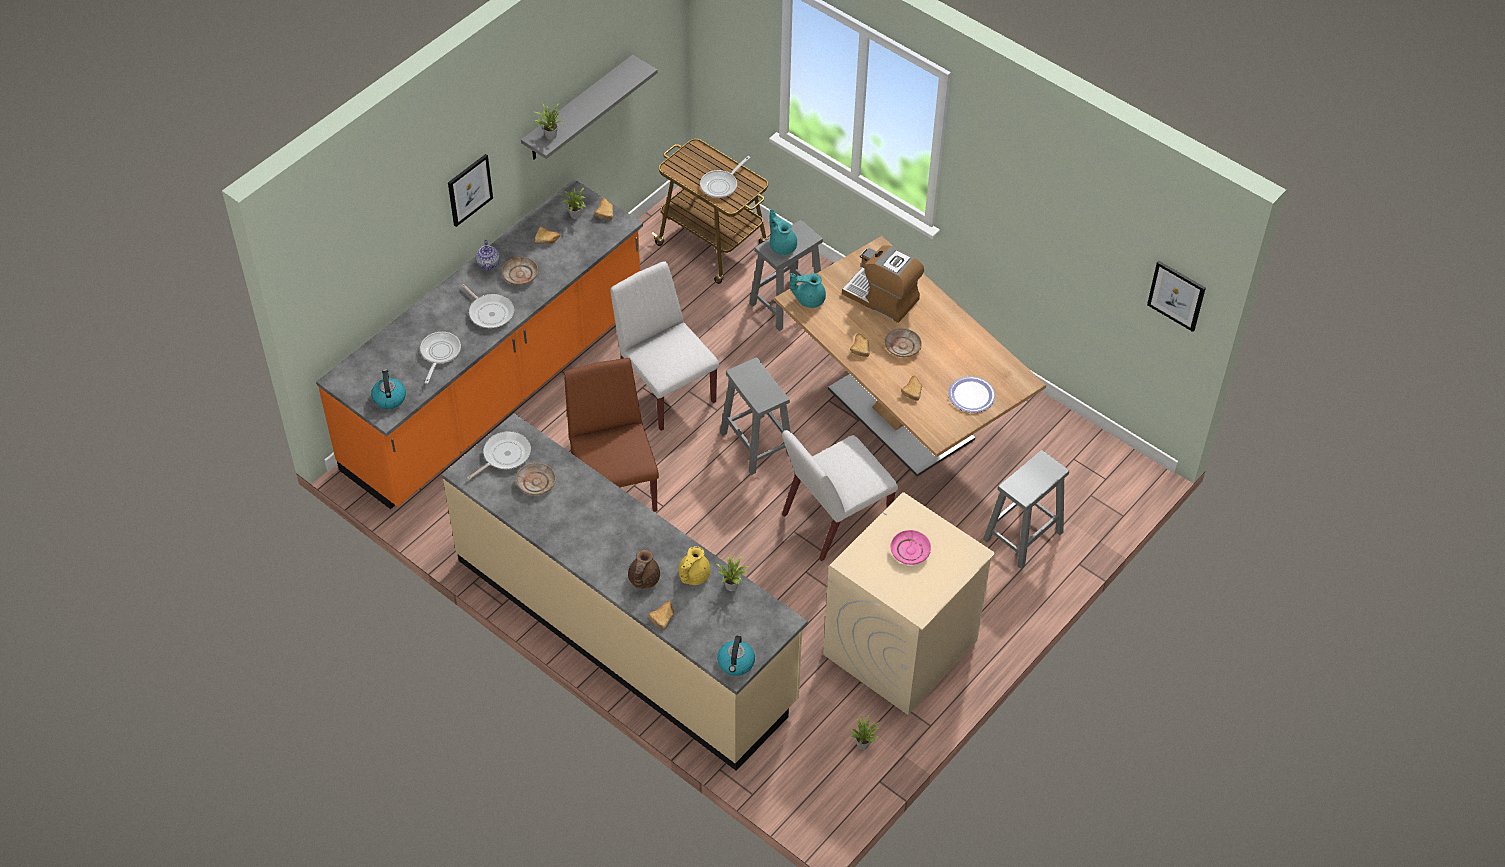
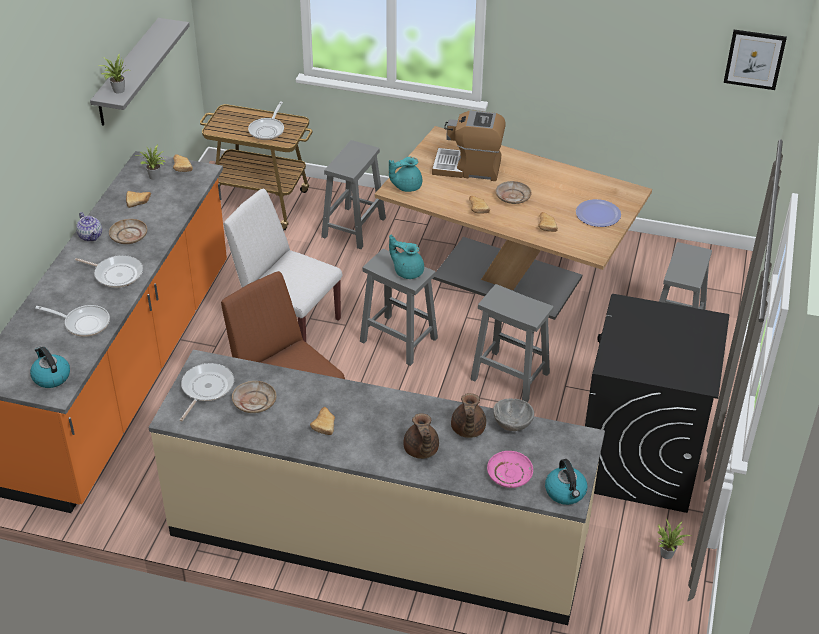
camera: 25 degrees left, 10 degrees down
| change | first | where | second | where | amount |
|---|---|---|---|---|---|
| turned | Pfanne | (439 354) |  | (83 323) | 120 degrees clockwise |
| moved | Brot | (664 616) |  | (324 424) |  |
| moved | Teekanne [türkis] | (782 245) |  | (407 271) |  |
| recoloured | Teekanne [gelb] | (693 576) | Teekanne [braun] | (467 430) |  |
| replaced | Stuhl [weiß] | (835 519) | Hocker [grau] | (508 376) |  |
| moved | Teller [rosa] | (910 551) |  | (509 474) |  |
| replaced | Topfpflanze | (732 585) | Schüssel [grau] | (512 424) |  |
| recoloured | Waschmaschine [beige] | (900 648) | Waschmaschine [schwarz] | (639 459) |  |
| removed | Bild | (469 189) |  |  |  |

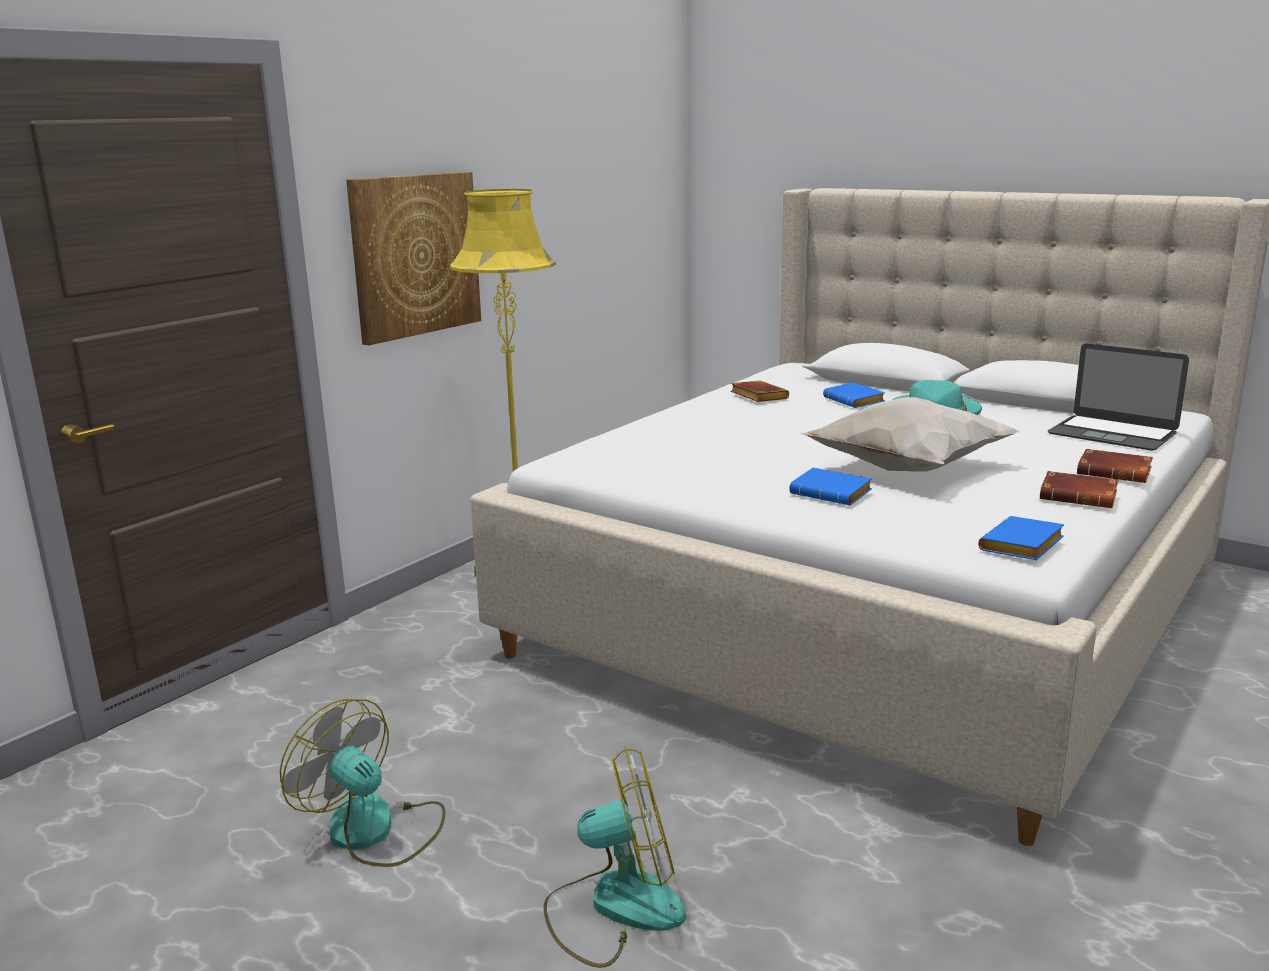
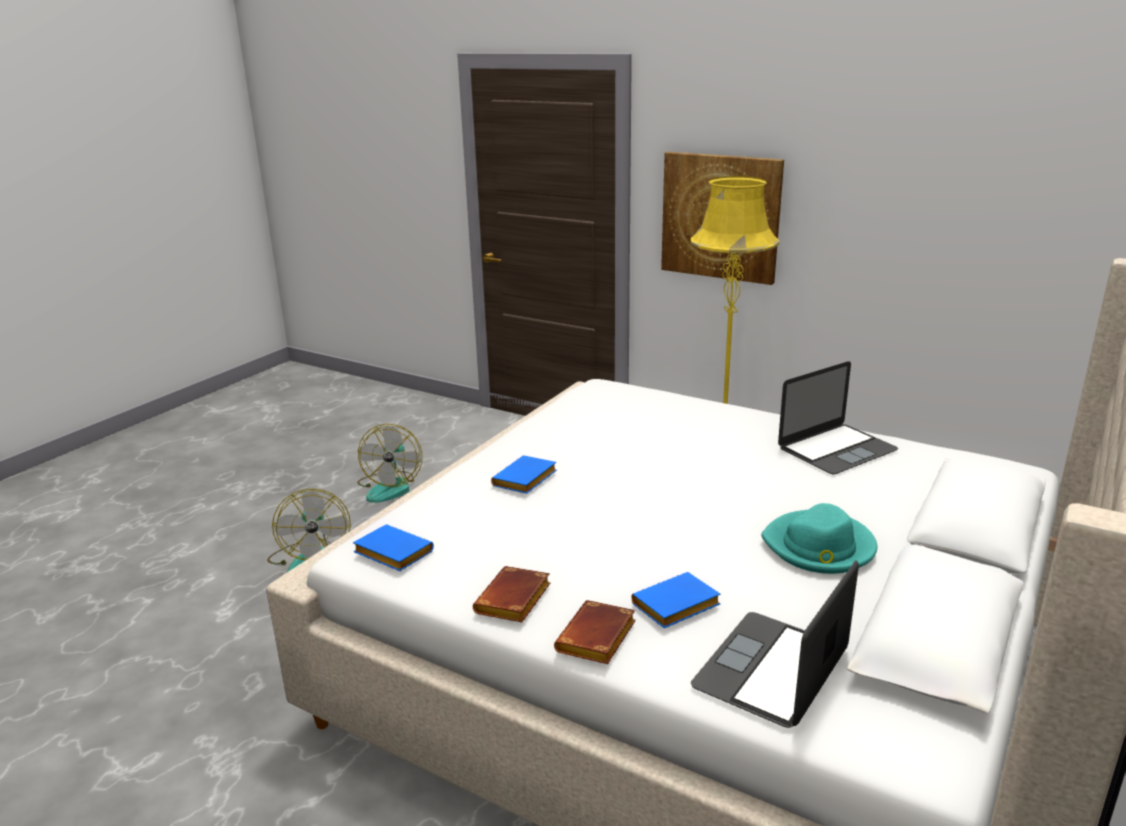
camera: 85 degrees right, 5 degrees up
| change | first | where | second | where | amount |
|---|---|---|---|---|---|
| turned | Ventilator | (374 831) |  | (391 487) | 150 degrees clockwise |
| moved | Buch [blau] | (856 401) |  | (675 608) |  |
| replaced | Buch [braun] | (757 396) | Laptop | (837 449) |  |
| removed | Kissen [weiß] | (905 469) |  |  |  |

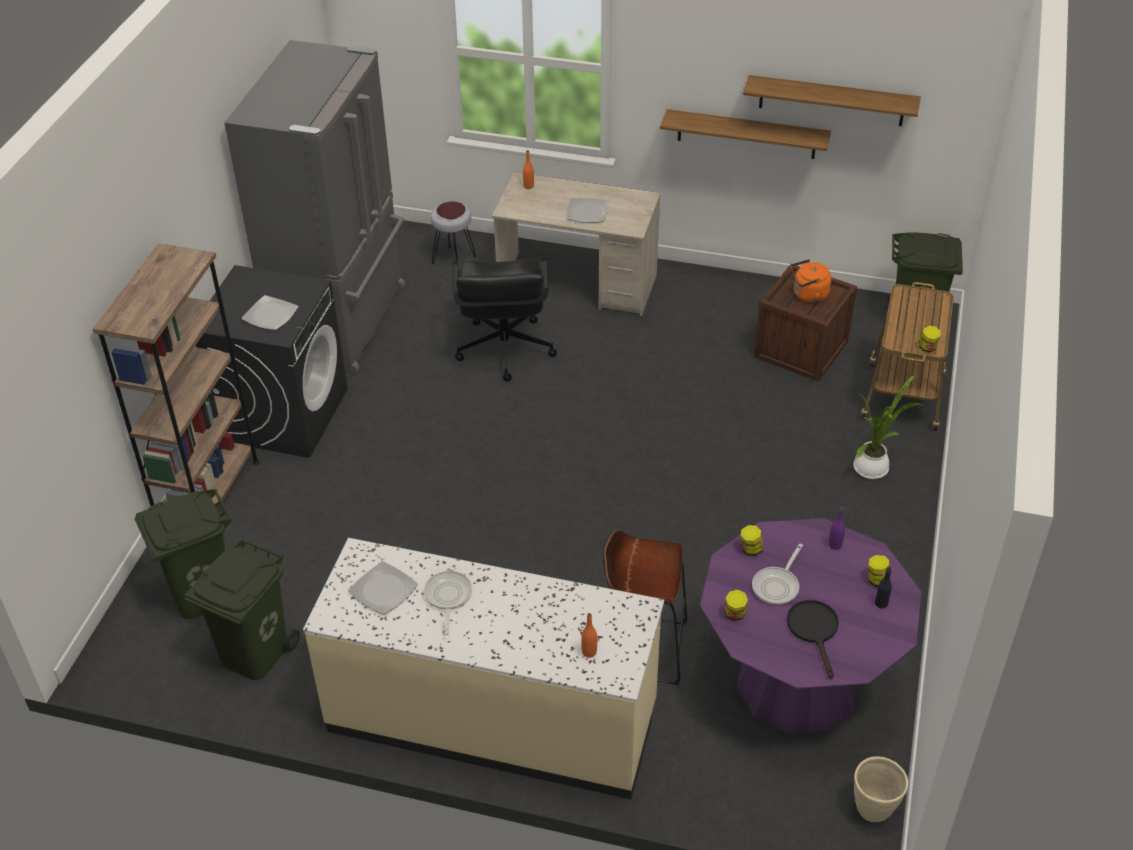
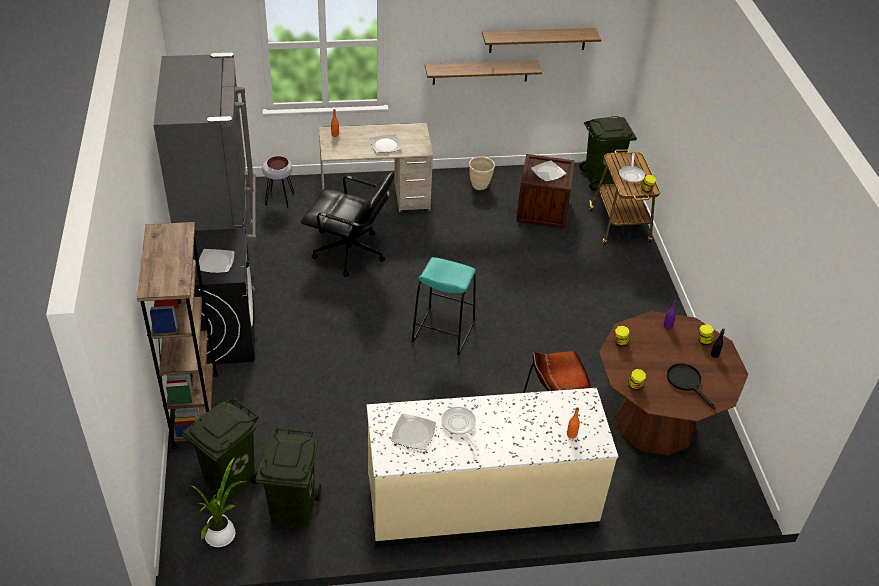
camera: 25 degrees left, 0 degrees up
| change | first | where | second | where | amount |
|---|---|---|---|---|---|
| moved | Topfpflanze | (873 467) |  | (222 534) |  |
| turned | Bürostuhl [schwarz] | (504 349) |  | (350 253) | 45 degrees counterclockwise |
| added |  |  | Hocker [türkis] | (443 332) |  |
| moved | Pflanzkübel [beige] | (873 809) |  | (480 186) |  |
| replaced | Wasserkessel [orange] | (808 295) | Teller | (547 172) |  |
| recoloured | Esstisch [lila] | (797 683) | Esstisch [braun] | (655 422) |  |
| moved | Pfanne | (777 586) |  | (631 175) |  |

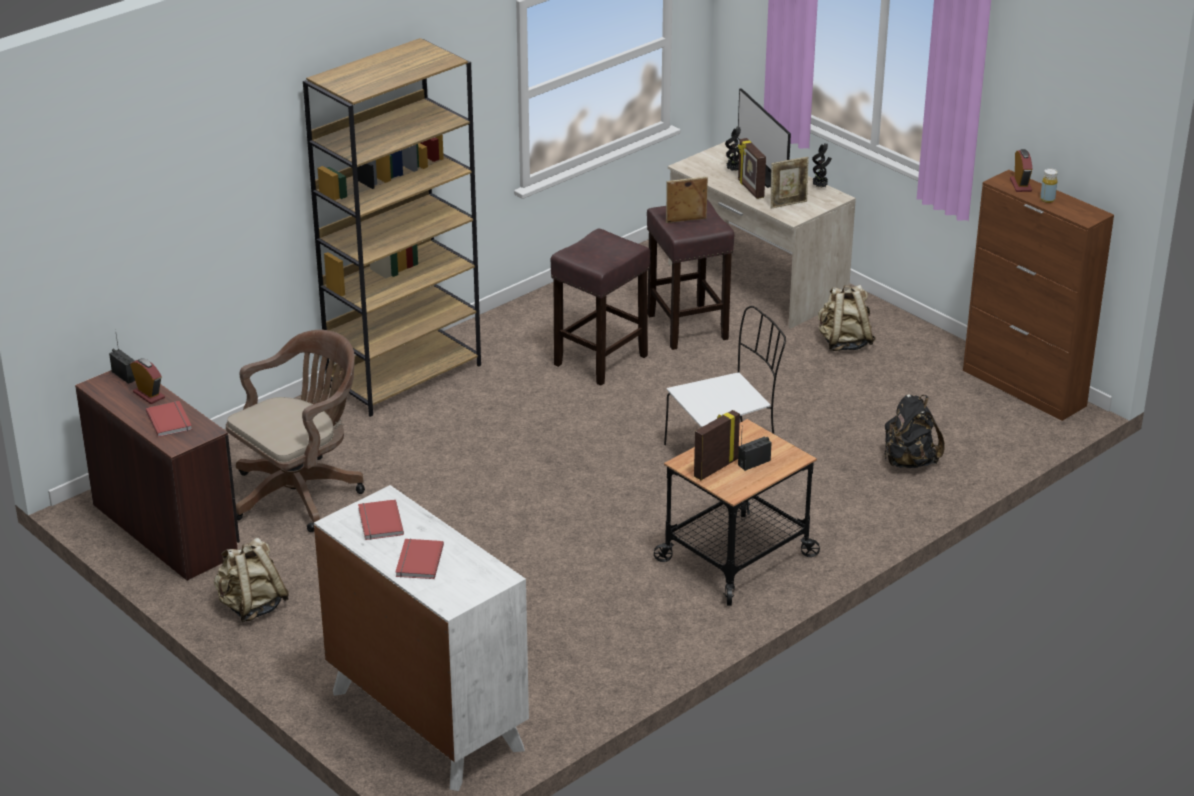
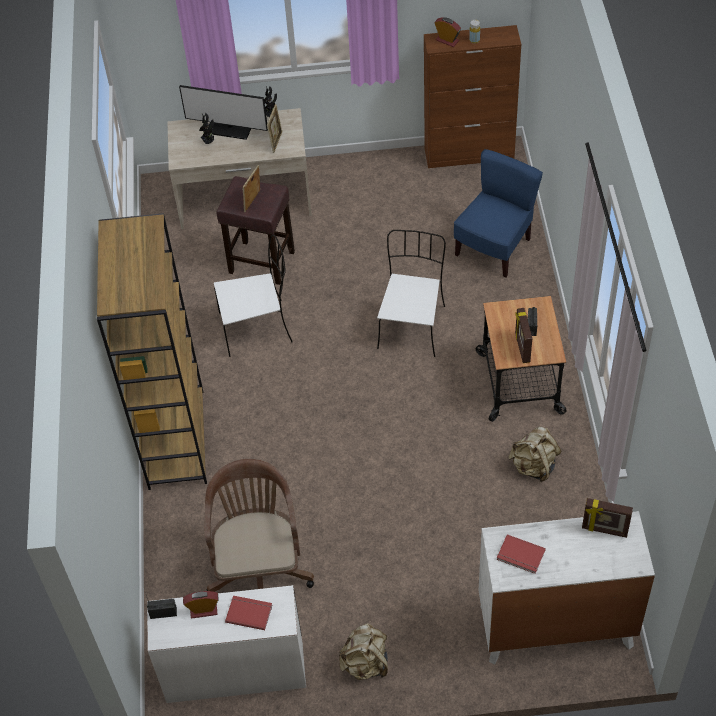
camera: 50 degrees left, 20 degrees up
| change | first | where | second | where | amount |
|---|---|---|---|---|---|
| recoloured | Schreibtisch [braun] | (167 528) | Schreibtisch [weiß] | (234 670) |  |
| replaced | Hocker [braun] | (600 361) | Stuhl [weiß] | (257 327) |  |
| replaced | Rucksack [schwarz] | (909 461) | Stuhl [blau] | (494 248) |  |
| moved | Rucksack [beige] | (844 343) |  | (534 466) |  |
| moved | Bilderrahmen | (750 189) |  | (604 530) |  |
| removed | Buch [rot] | (417 561) |  |  |  |

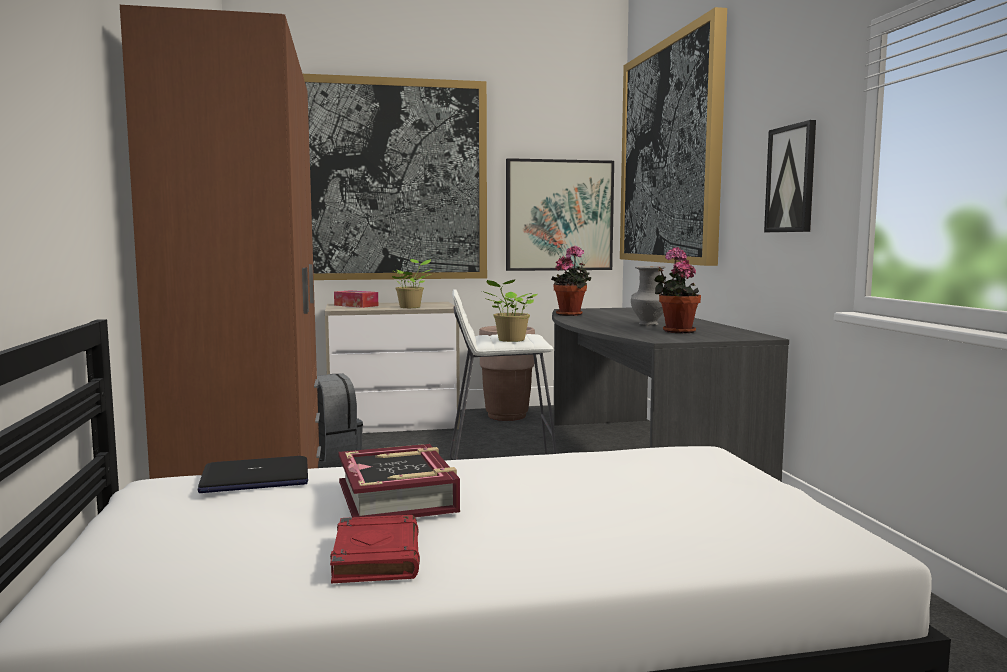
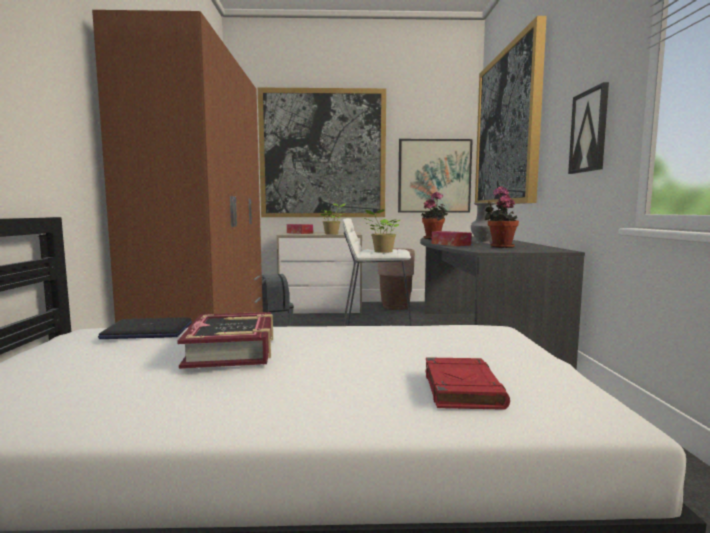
camera: 10 degrees right, 0 degrees up
| change | first | where | second | where | amount |
|---|---|---|---|---|---|
| moved | Buch [rot] | (376 556) |  | (461 388) |  |
| added |  |  | Taschentuchbox | (450 244) |  |

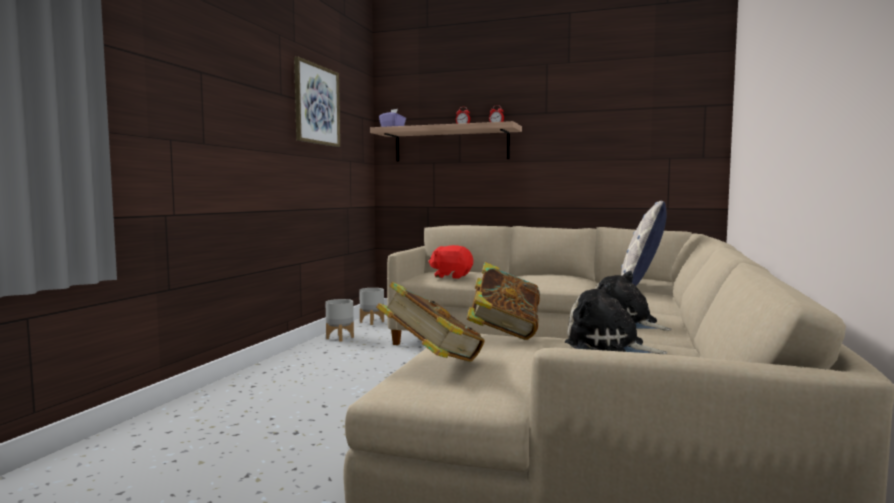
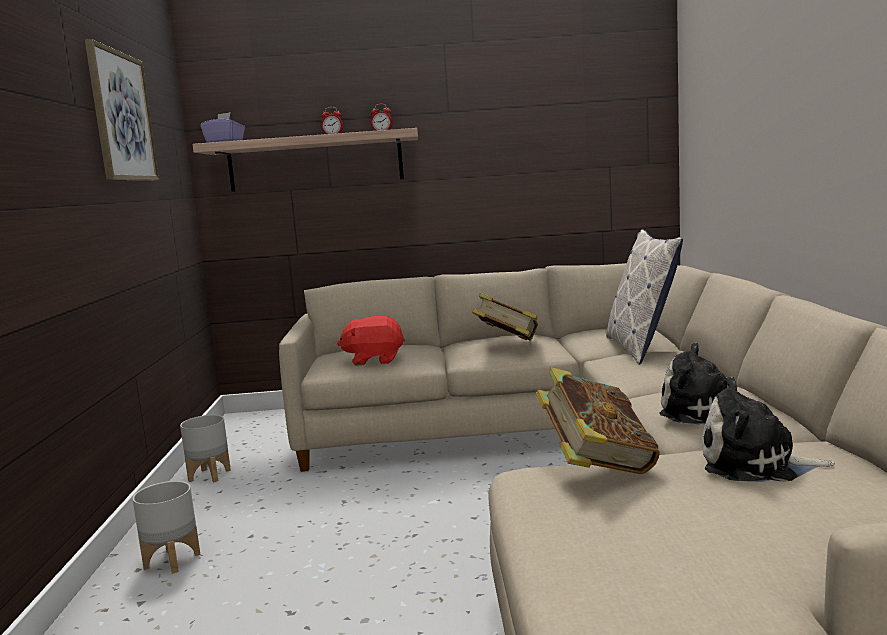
camera: 20 degrees left, 5 degrees up
| change | first | where | second | where | amount |
|---|---|---|---|---|---|
| moved | Pflanzkübel [grau] | (372 322) |  | (173 561) |  |
| moved | Buch | (431 362) |  | (507 344) |  |

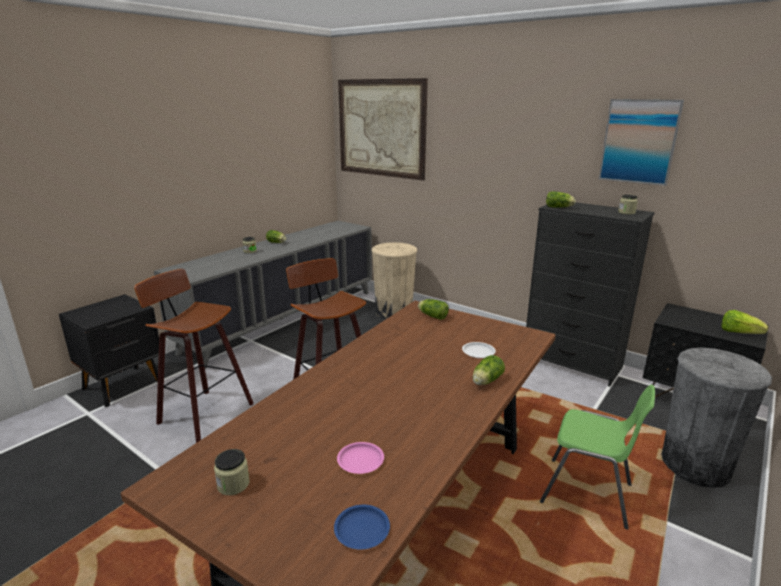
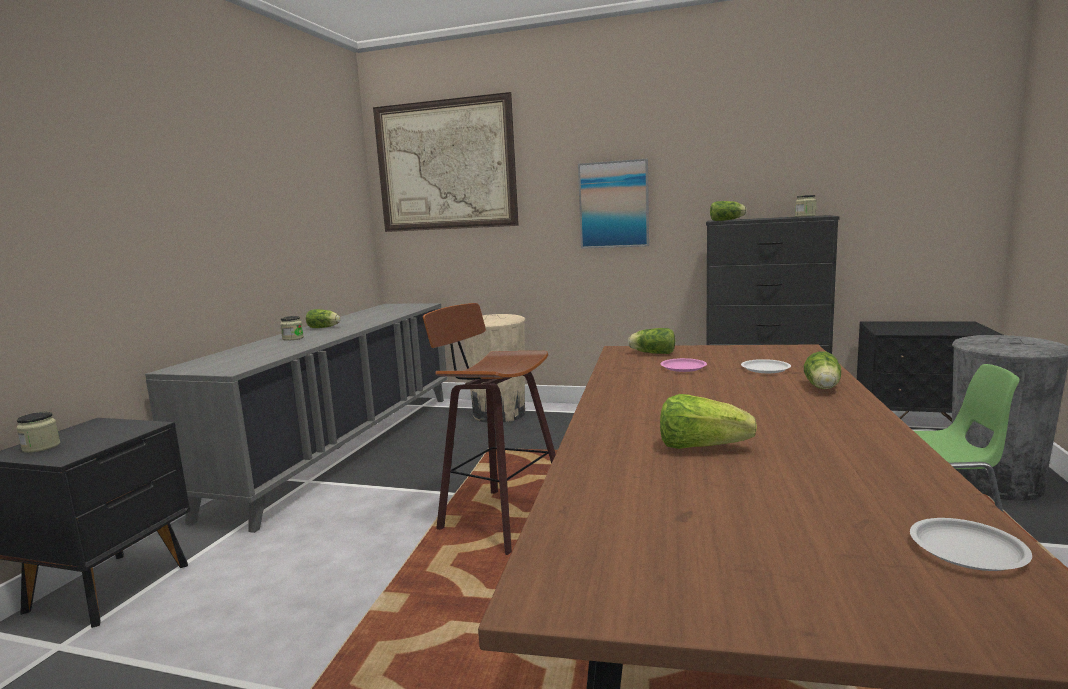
camera: 20 degrees left, 10 degrees down
| change | first | where | second | where | amount |
|---|---|---|---|---|---|
| moved | Vorratsglas | (233 484) |  | (41 447) |  |
| moved | Bild | (639 141) |  | (614 204) |  |
| moved | Teller [rosa] | (360 461) |  | (683 368) |  |
| moved | Salatkopf | (738 333) |  | (700 447) |  |
| recoloured | Teller [blau] | (361 530) | Teller [weiß] | (967 551) |  |
| removed | Hocker | (202 414) |  |  |  |

